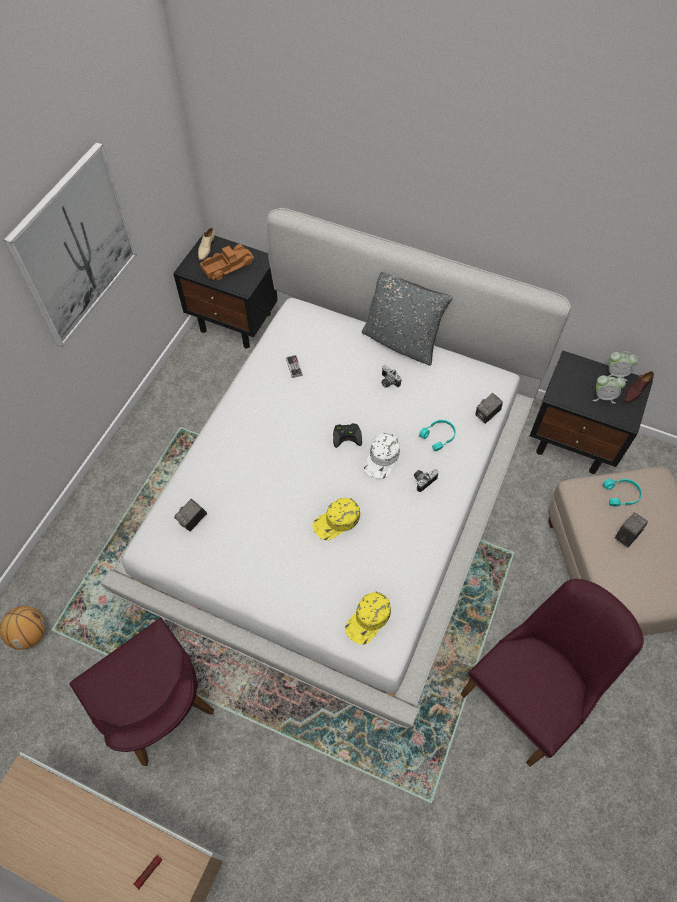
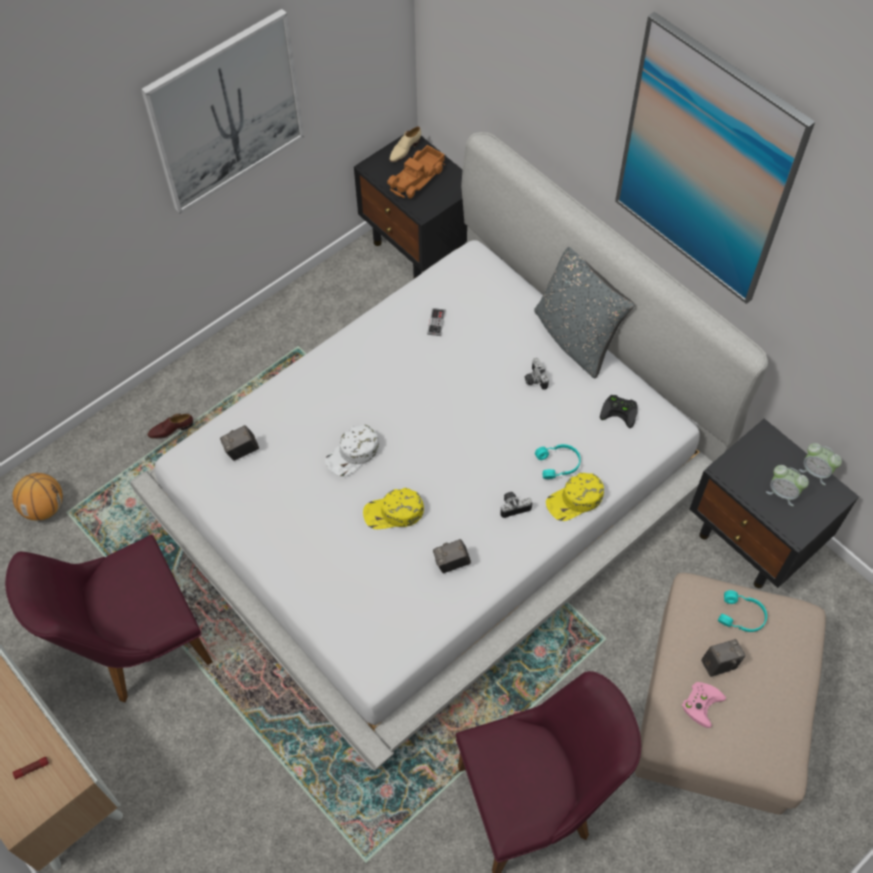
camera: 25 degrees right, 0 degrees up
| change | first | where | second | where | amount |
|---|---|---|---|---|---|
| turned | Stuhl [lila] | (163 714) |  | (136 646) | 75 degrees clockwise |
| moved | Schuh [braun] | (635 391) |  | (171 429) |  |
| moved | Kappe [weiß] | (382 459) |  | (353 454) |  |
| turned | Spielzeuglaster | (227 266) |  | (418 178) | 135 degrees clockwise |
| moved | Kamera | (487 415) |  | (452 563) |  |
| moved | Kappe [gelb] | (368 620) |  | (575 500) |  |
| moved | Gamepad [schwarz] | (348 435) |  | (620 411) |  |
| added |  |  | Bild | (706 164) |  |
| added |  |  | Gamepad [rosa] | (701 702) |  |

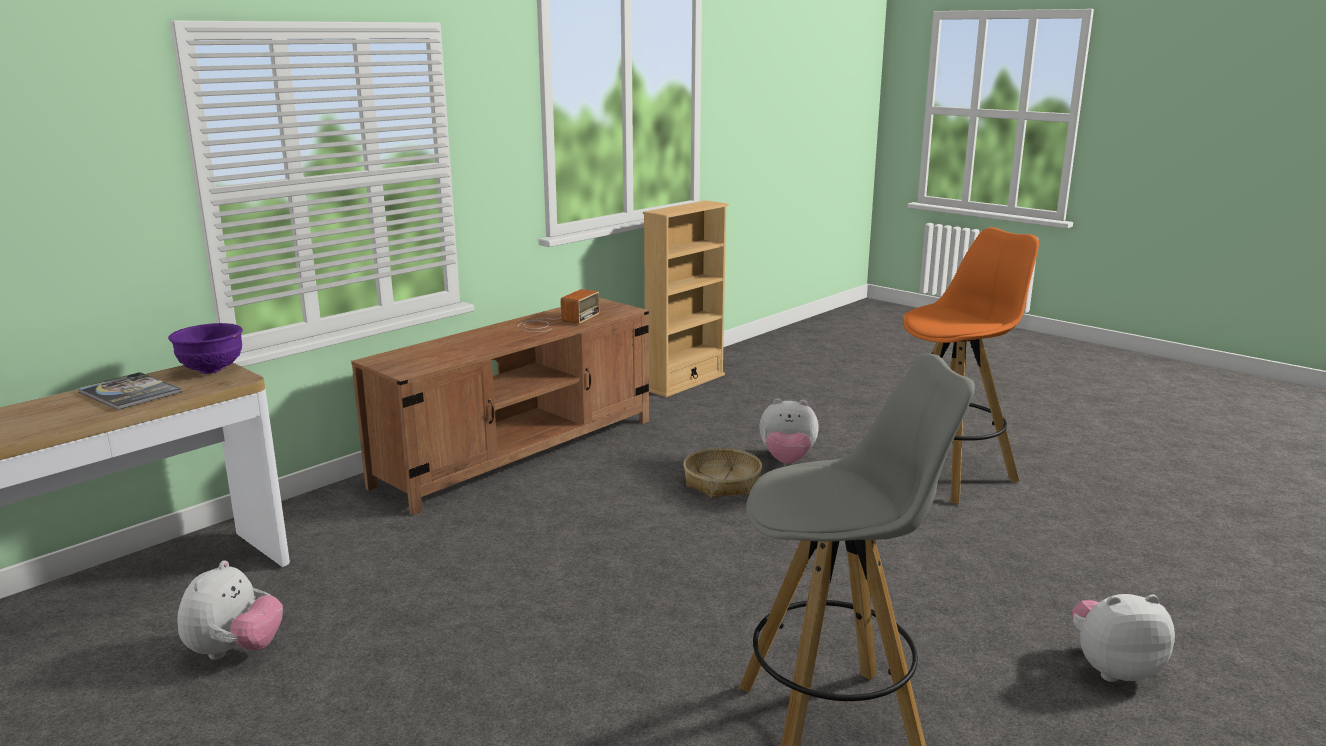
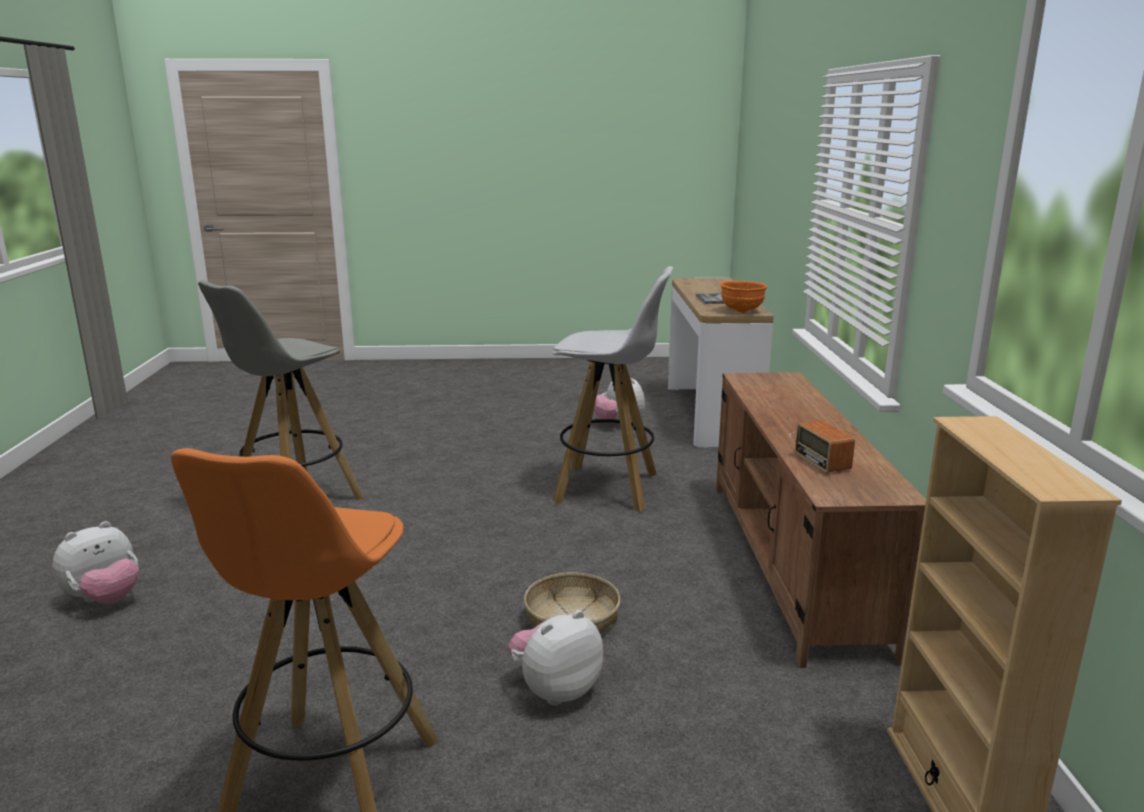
camera: 135 degrees right, 0 degrees up
| change | first | where | second | where | amount |
|---|---|---|---|---|---|
| added |  |  | Hocker [weiß] | (609 488) |  |
| recoloured | Schüssel [lila] | (211 370) | Schüssel [orange] | (742 311) |  |

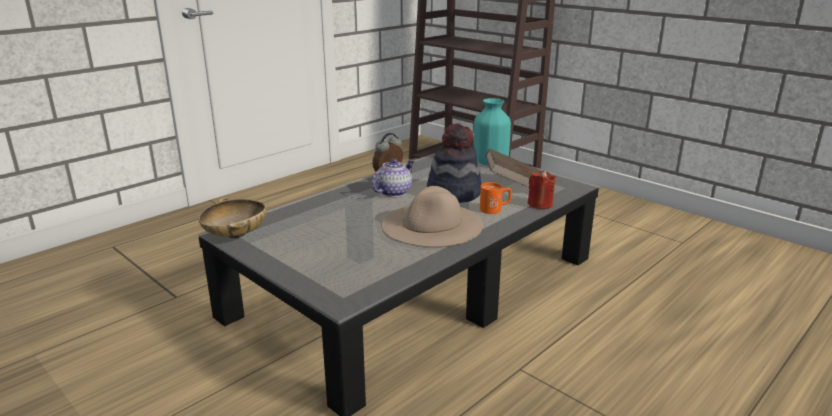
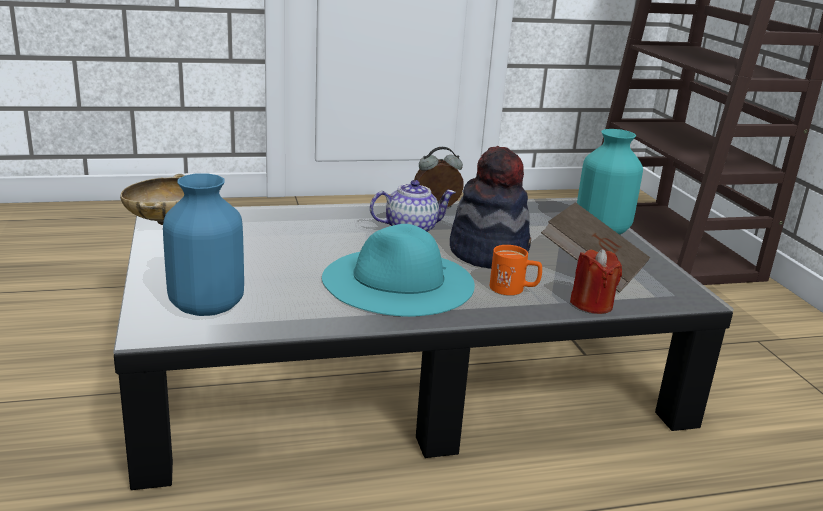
camera: 30 degrees right, 0 degrees up
| change | first | where | second | where | amount |
|---|---|---|---|---|---|
| added |  |  | Vase [blau] | (207 306) |  |
| recoloured | Hut [beige] | (432 224) | Hut [türkis] | (398 281) |  |

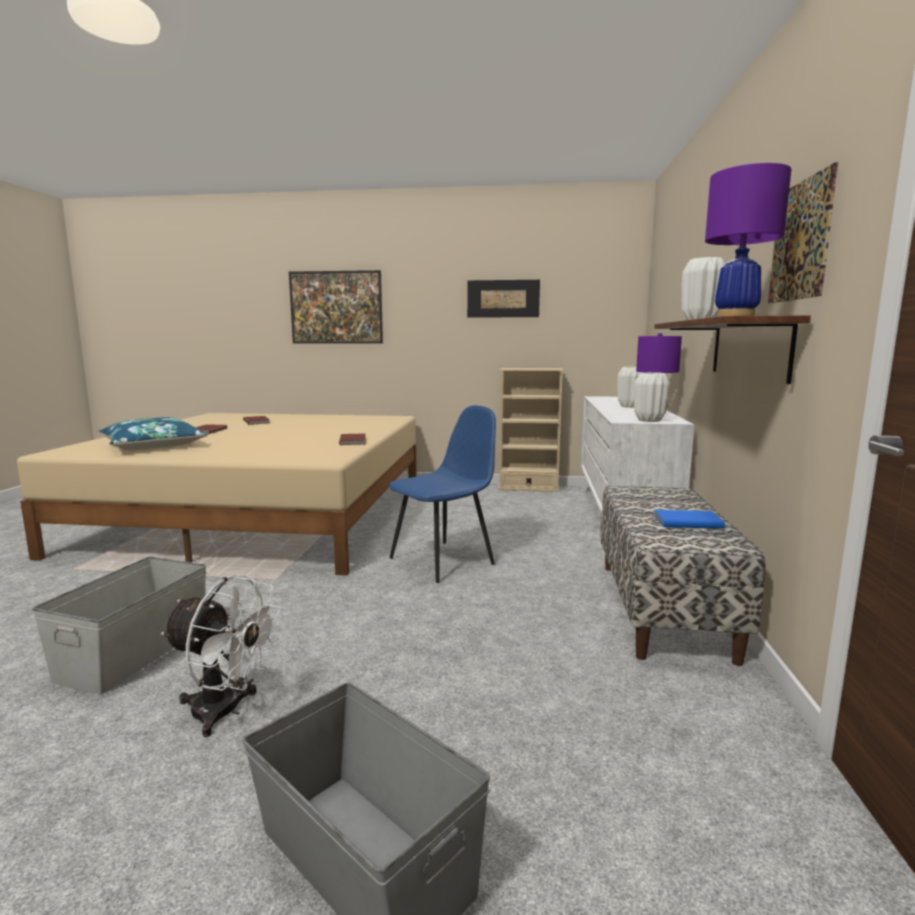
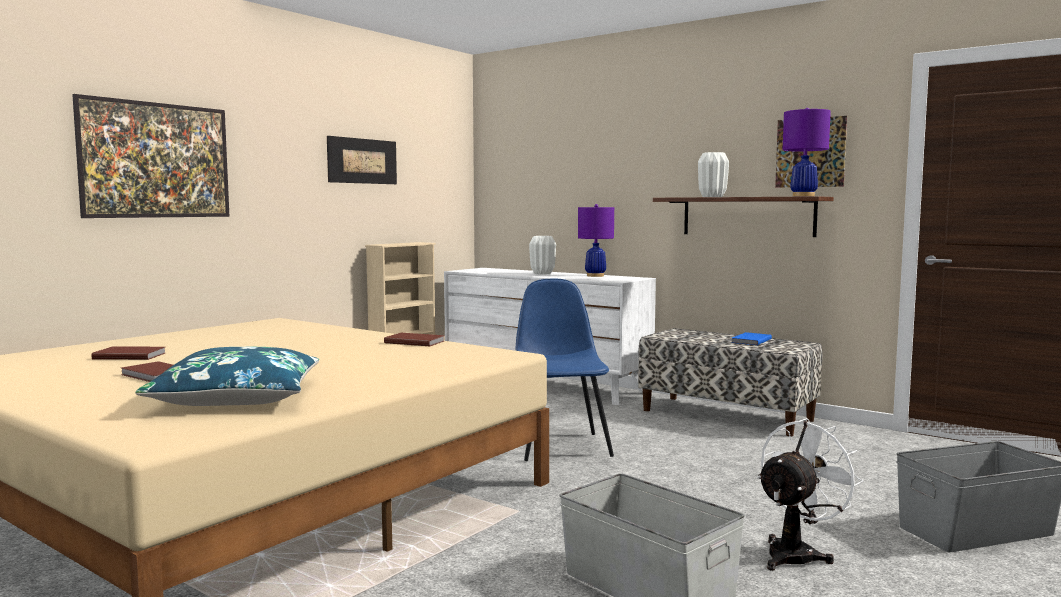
camera: 60 degrees left, 5 degrees down
| change | first | where | second | where | amount |
|---|---|---|---|---|---|
| removed | Vase [weiß] | (649 420) |  |  |  |

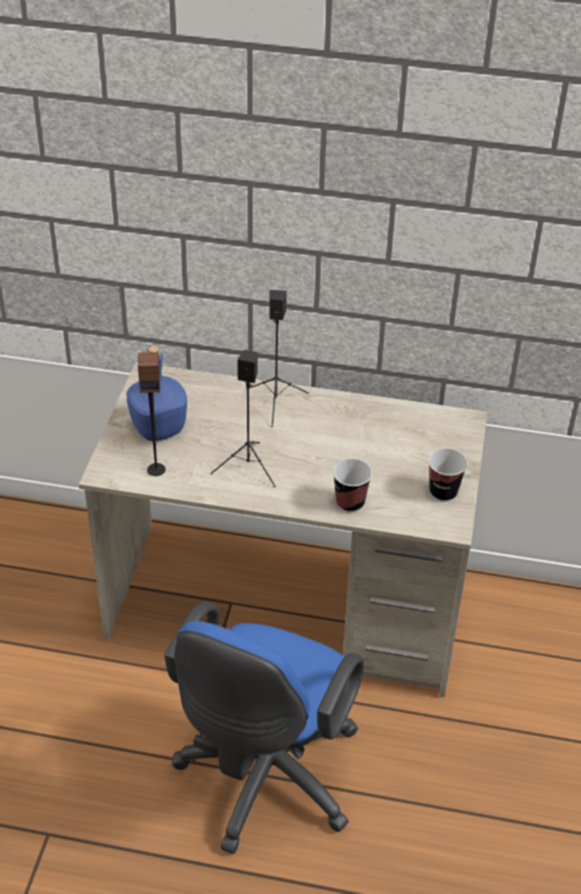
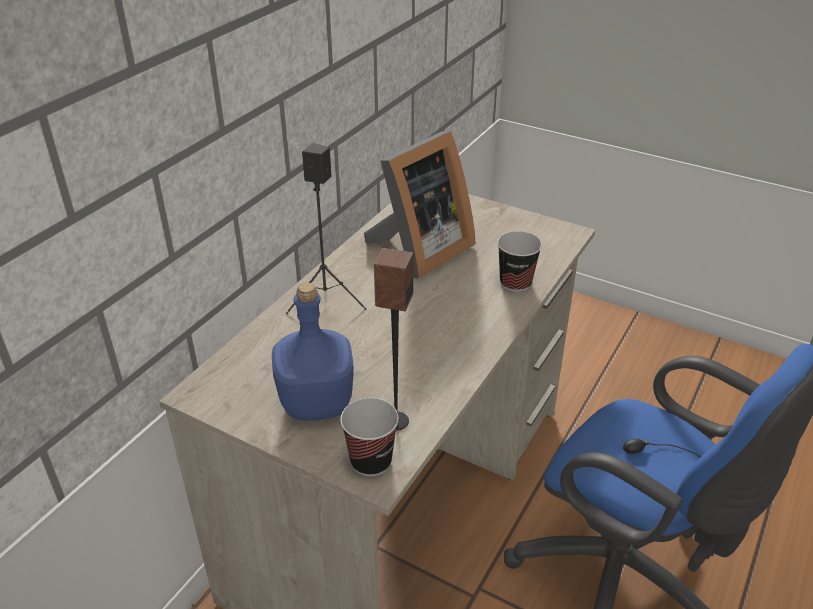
camera: 70 degrees left, 5 degrees down
| change | first | where | second | where | amount |
|---|---|---|---|---|---|
| moved | Tasse | (443 492) |  | (371 461) |  |
| added |  |  | Bilderrahmen | (419 251) |  |
| removed | Lautsprecher [schwarz] | (249 467) |  |  |  |

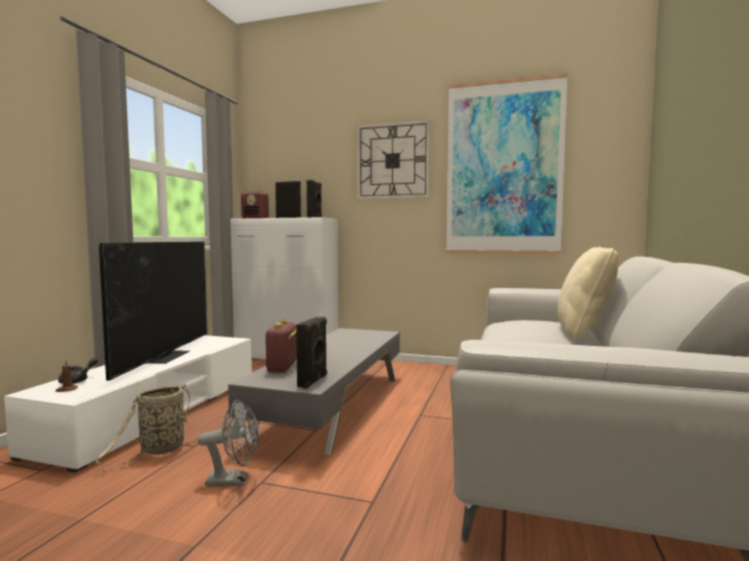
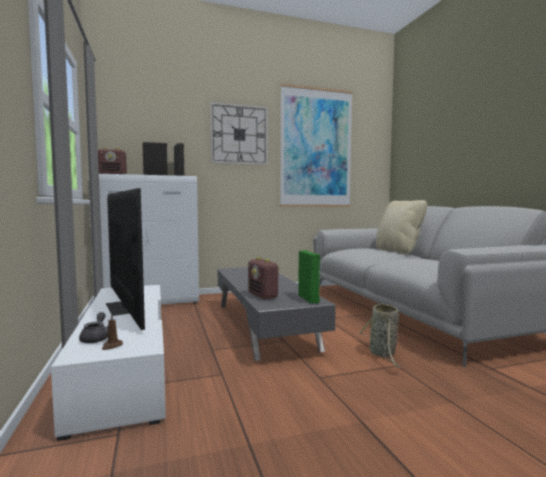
camera: 35 degrees left, 0 degrees up
| change | first | where | second | where | amount |
|---|---|---|---|---|---|
| recoloured | Lautsprecher [schwarz] | (313 381) | Lautsprecher [grün] | (309 299) |  |
| moved | Korb | (159 450) |  | (383 354) |  |
| removed | Ventilator [grau] | (234 481) |  |  |  |

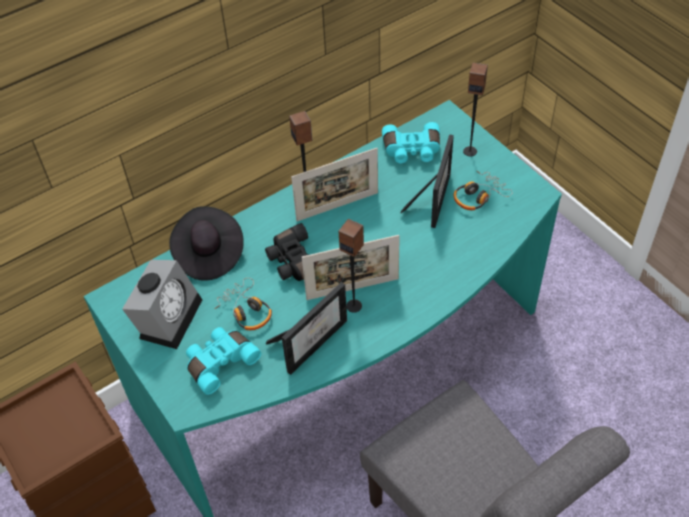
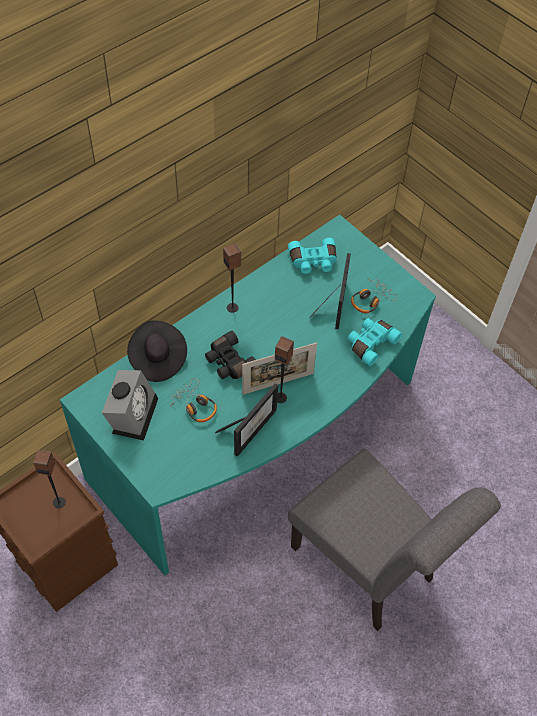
camera: 10 degrees left, 5 degrees up
| change | first | where | second | where | amount |
|---|---|---|---|---|---|
| moved | Lautsprecher | (470 151) |  | (59 502) |  |
| moved | Fernglas [türkis] | (220 362) |  | (370 343) |  |
| removed | Bilderrahmen | (337 206) |  |  |  |

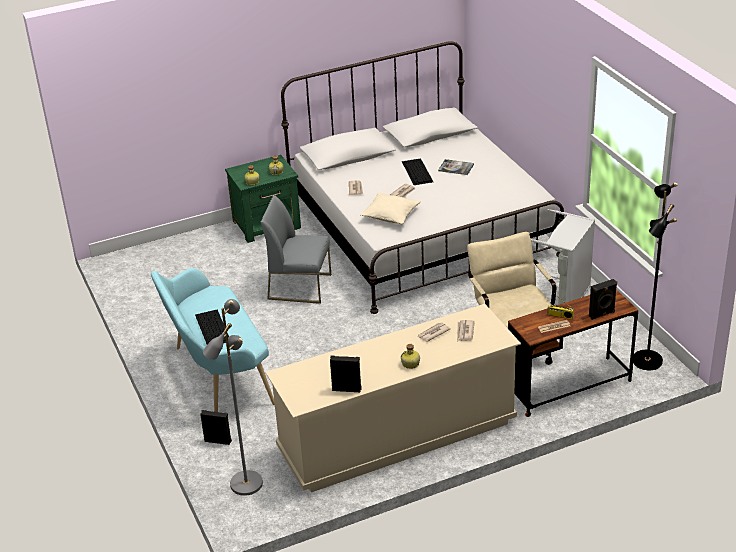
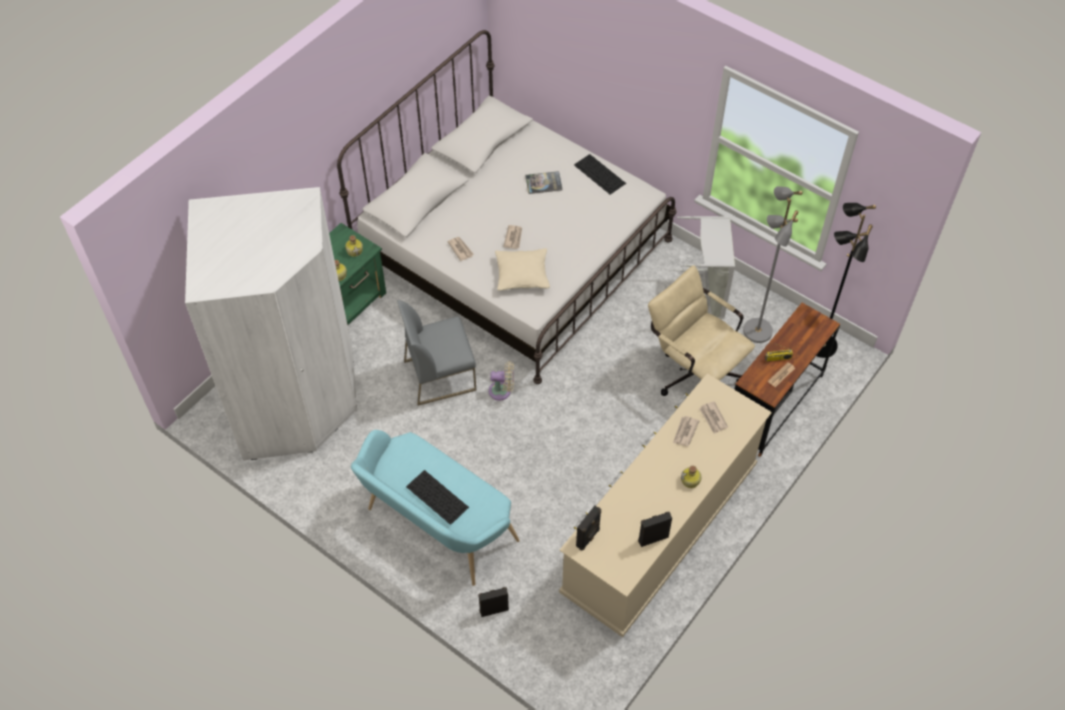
camera: 30 degrees left, 20 degrees up
| change | first | where | second | where | amount |
|---|---|---|---|---|---|
| added |  |  | Kleiderschrank [weiß] | (296 404) |  |
| added |  |  | Ventilator [beige] | (502 391) |  |
| moved | Tastatur | (417 172) |  | (600 174) |  |
| moved | Lautsprecher [schwarz] | (602 314) |  | (588 538) |  |
| moved | Stehlampe [grau] | (245 483) |  | (756 331) |  |

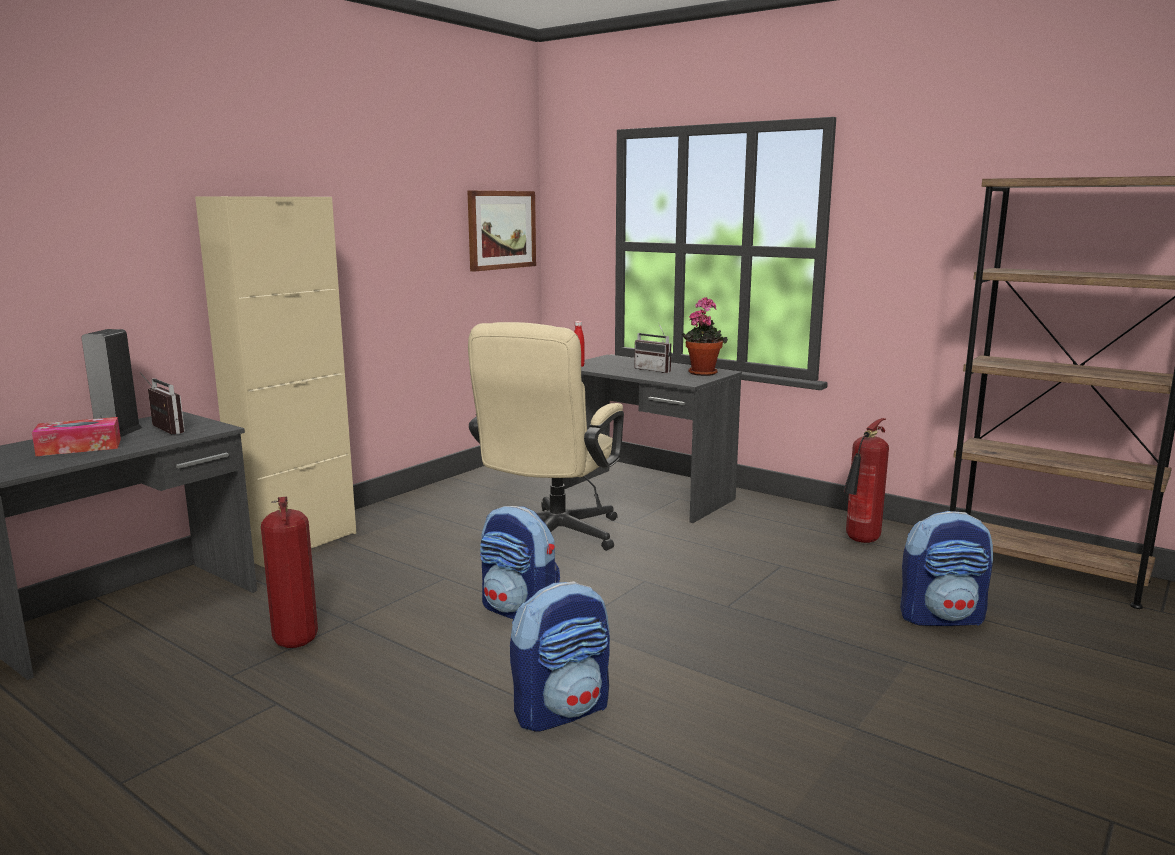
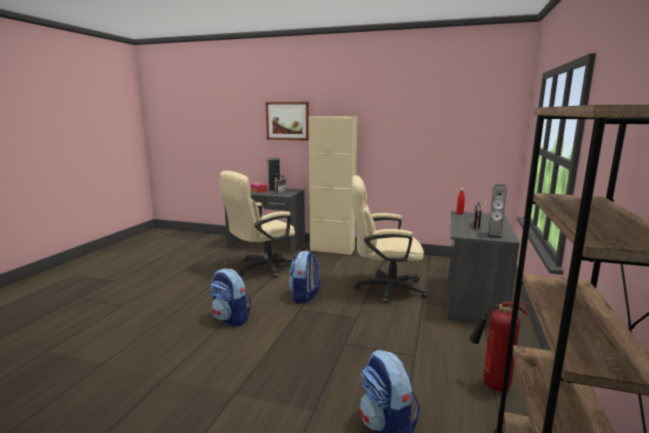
camera: 70 degrees right, 0 degrees up
| change | first | where | second | where | amount |
|---|---|---|---|---|---|
| replaced | Feuerlöscher | (294 640) | Bürostuhl [beige] | (262 268) |  |
| moved | Bild | (501 230) |  | (287 121) |  |
| replaced | Topfpflanze | (702 372) | Lautsprecher | (494 235) |  |

